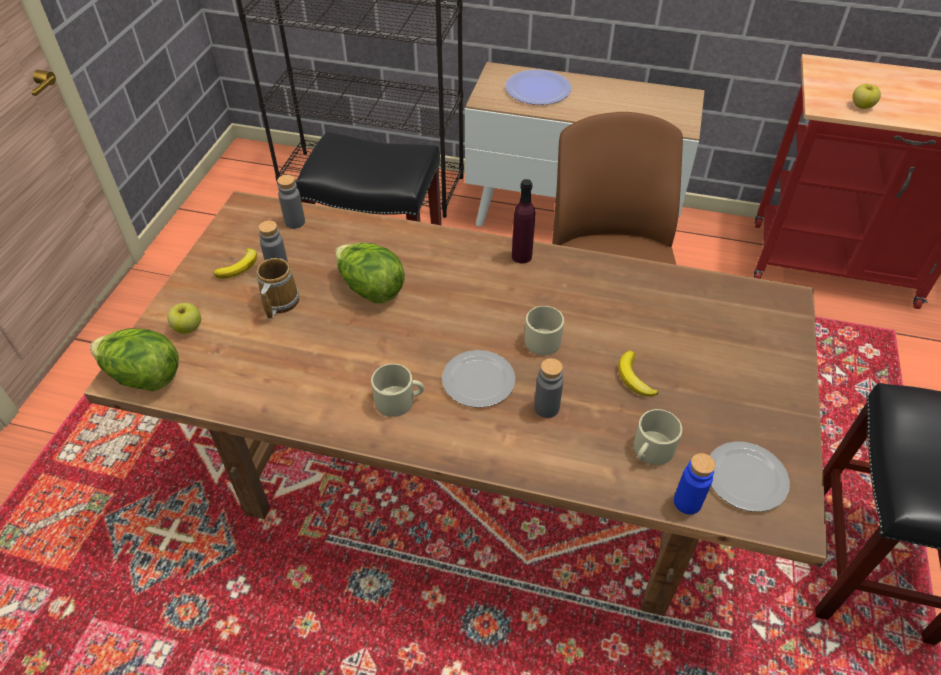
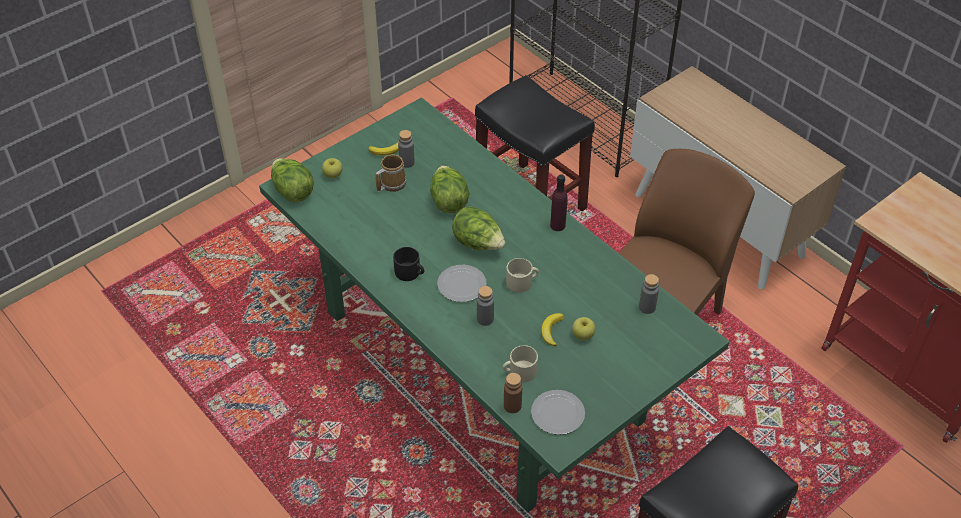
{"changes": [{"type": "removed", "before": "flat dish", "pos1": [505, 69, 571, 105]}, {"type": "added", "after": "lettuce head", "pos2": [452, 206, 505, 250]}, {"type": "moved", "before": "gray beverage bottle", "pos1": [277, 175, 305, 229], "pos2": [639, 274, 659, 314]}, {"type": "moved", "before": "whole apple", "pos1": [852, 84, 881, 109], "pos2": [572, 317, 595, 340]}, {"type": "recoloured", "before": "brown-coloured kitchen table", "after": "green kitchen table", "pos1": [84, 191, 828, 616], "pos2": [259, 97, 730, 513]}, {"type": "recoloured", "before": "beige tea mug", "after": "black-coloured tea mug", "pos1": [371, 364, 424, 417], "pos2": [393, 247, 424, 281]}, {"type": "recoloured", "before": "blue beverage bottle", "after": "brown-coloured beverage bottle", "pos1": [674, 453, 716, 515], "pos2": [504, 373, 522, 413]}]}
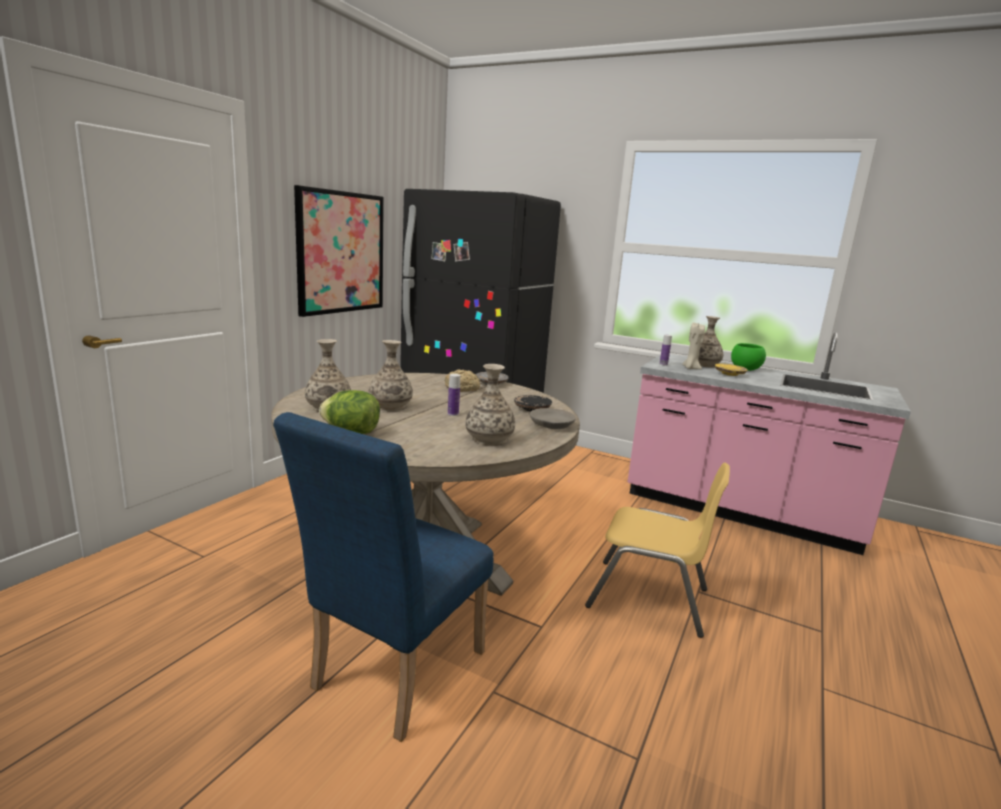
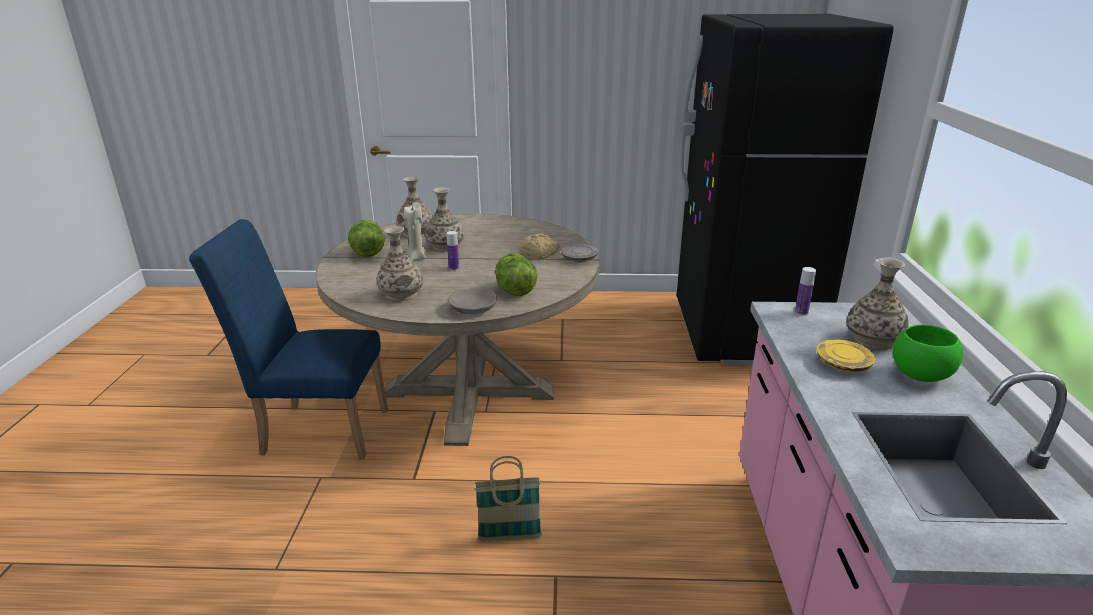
{"changes": [{"type": "removed", "before": "picture", "pos1": [294, 185, 384, 317]}, {"type": "moved", "before": "beige wax light", "pos1": [682, 323, 705, 369], "pos2": [404, 203, 426, 261]}, {"type": "replaced", "before": "black-coloured flat dish", "after": "lettuce head", "pos1": [514, 395, 552, 411], "pos2": [495, 254, 537, 296]}, {"type": "replaced", "before": "yellow plain chair", "after": "household basket", "pos1": [585, 463, 730, 638], "pos2": [474, 456, 542, 541]}]}
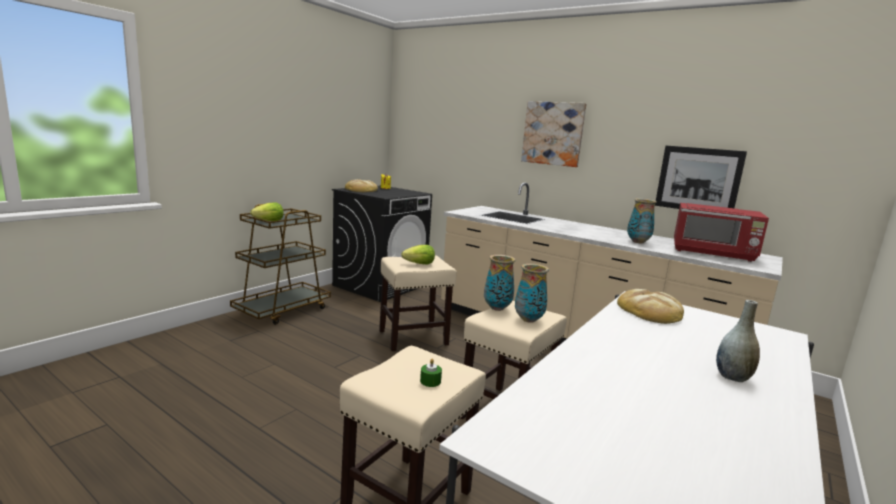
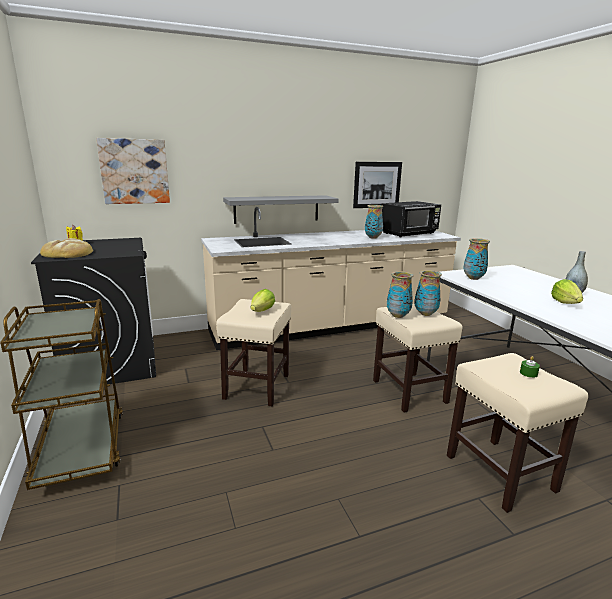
{"changes": [{"type": "added", "after": "gray shelf", "pos2": [223, 195, 339, 224]}, {"type": "moved", "before": "lettuce head", "pos1": [250, 202, 284, 221], "pos2": [551, 279, 583, 304]}, {"type": "moved", "before": "picture", "pos1": [521, 101, 586, 167], "pos2": [96, 138, 170, 204]}, {"type": "replaced", "before": "bread", "after": "vase", "pos1": [617, 289, 684, 324], "pos2": [463, 238, 490, 280]}, {"type": "recoloured", "before": "red-coloured microwave", "after": "black-coloured microwave", "pos1": [674, 203, 769, 262], "pos2": [382, 201, 441, 237]}]}
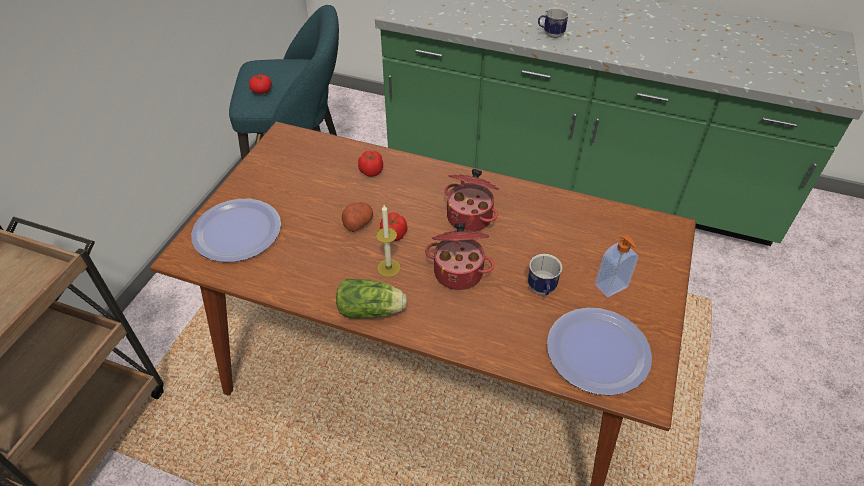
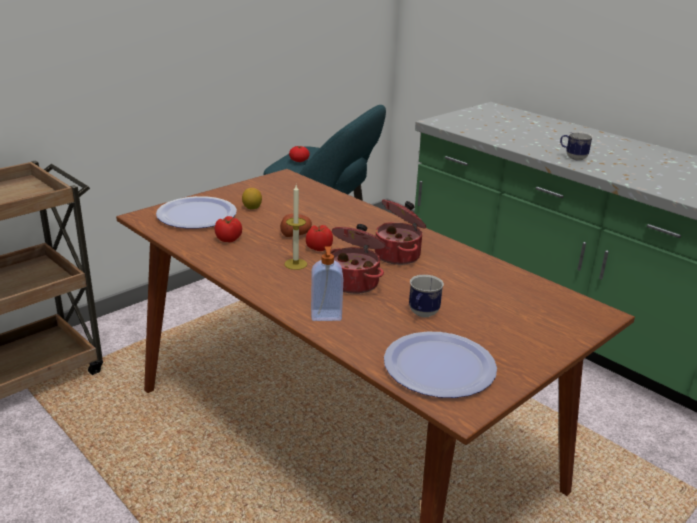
{"changes": [{"type": "removed", "before": "lettuce head", "pos1": [336, 279, 407, 318]}, {"type": "added", "after": "citrus fruit", "pos2": [242, 188, 262, 209]}, {"type": "moved", "before": "tomato", "pos1": [358, 150, 383, 177], "pos2": [214, 216, 242, 242]}, {"type": "moved", "before": "soap dispenser", "pos1": [595, 234, 639, 298], "pos2": [311, 246, 343, 321]}]}
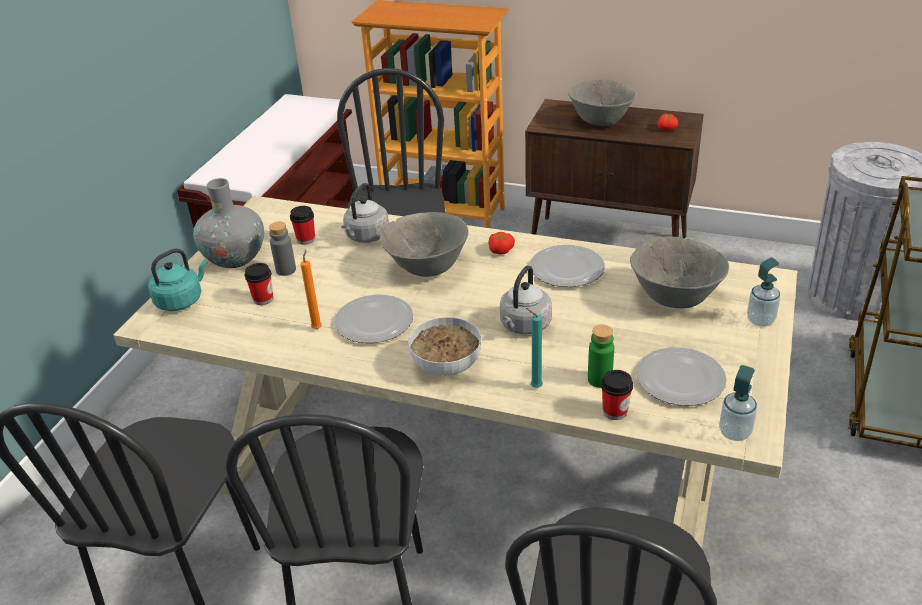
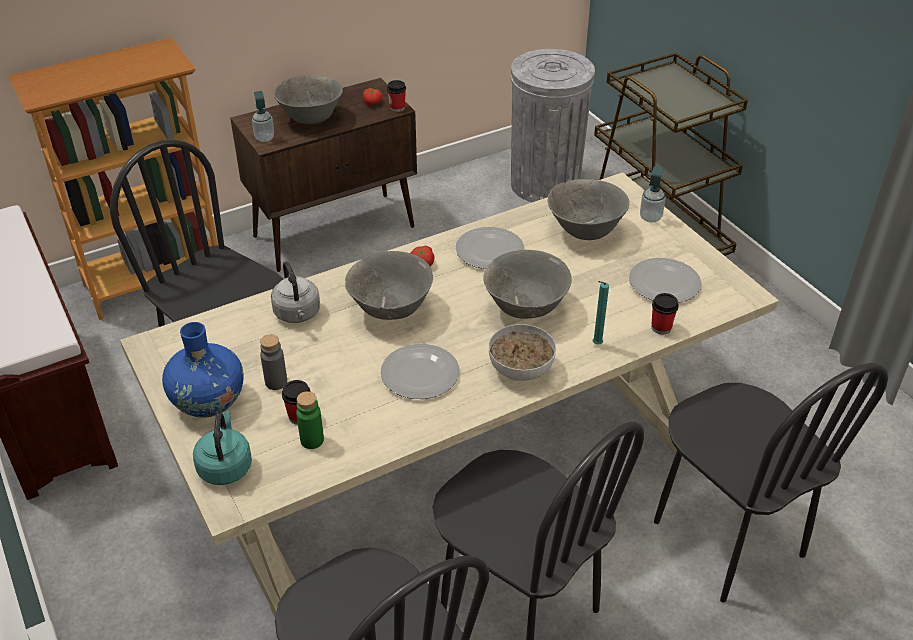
{"changes": [{"type": "removed", "before": "orange wax light", "pos1": [300, 250, 322, 329]}, {"type": "moved", "before": "small cup", "pos1": [290, 206, 315, 245], "pos2": [387, 80, 406, 112]}, {"type": "moved", "before": "green beverage bottle", "pos1": [588, 325, 614, 388], "pos2": [296, 391, 324, 449]}, {"type": "moved", "before": "soap dispenser", "pos1": [719, 365, 757, 441], "pos2": [252, 91, 274, 142]}, {"type": "replaced", "before": "gray water kettle", "after": "gray bowl", "pos1": [500, 265, 552, 334], "pos2": [483, 250, 572, 319]}, {"type": "recoloured", "before": "gray vase", "after": "blue vase", "pos1": [193, 178, 264, 268], "pos2": [162, 322, 244, 418]}]}
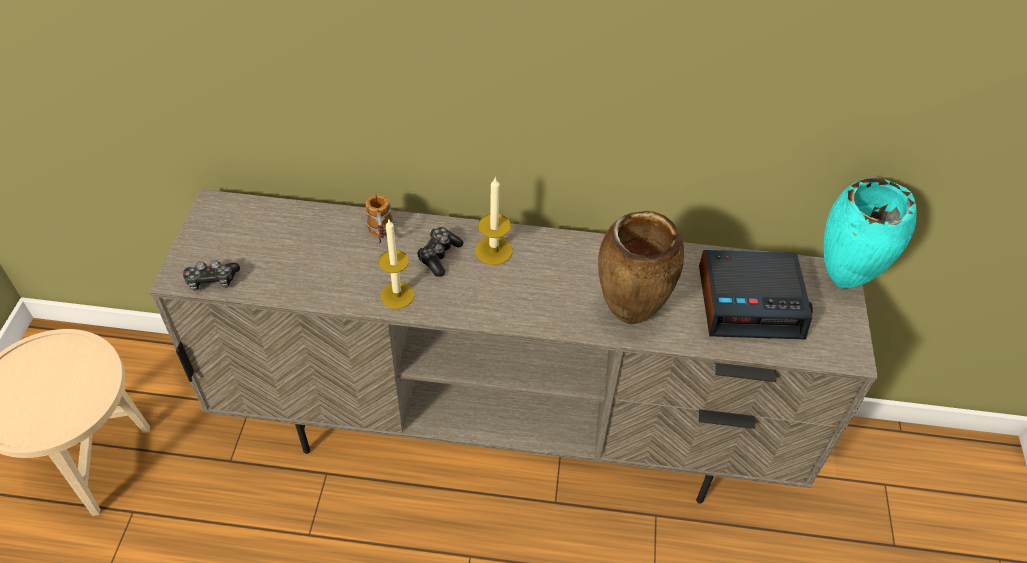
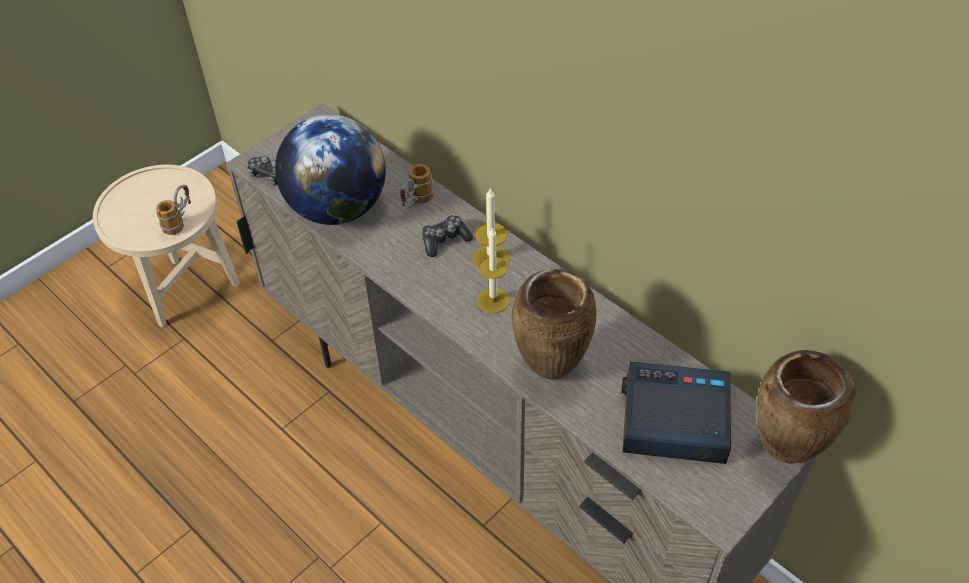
{"changes": [{"type": "added", "after": "tea mug", "pos2": [156, 185, 191, 235]}, {"type": "added", "after": "desk globe", "pos2": [275, 114, 386, 225]}, {"type": "moved", "before": "wax light", "pos1": [378, 220, 414, 309], "pos2": [477, 227, 510, 313]}, {"type": "recoloured", "before": "turquoise vase", "after": "brown-coloured vase", "pos1": [824, 178, 916, 288], "pos2": [756, 350, 856, 464]}, {"type": "turned", "before": "table clock", "pos1": [699, 250, 813, 339], "pos2": [621, 361, 731, 464], "turn": 150}]}
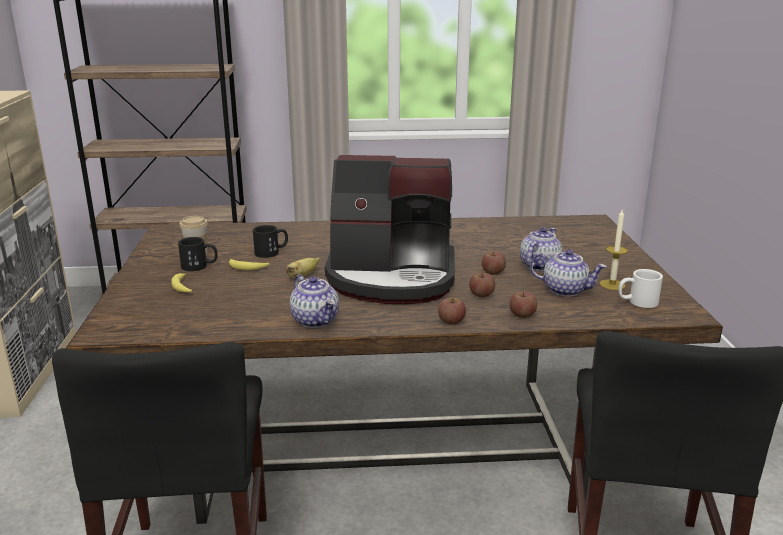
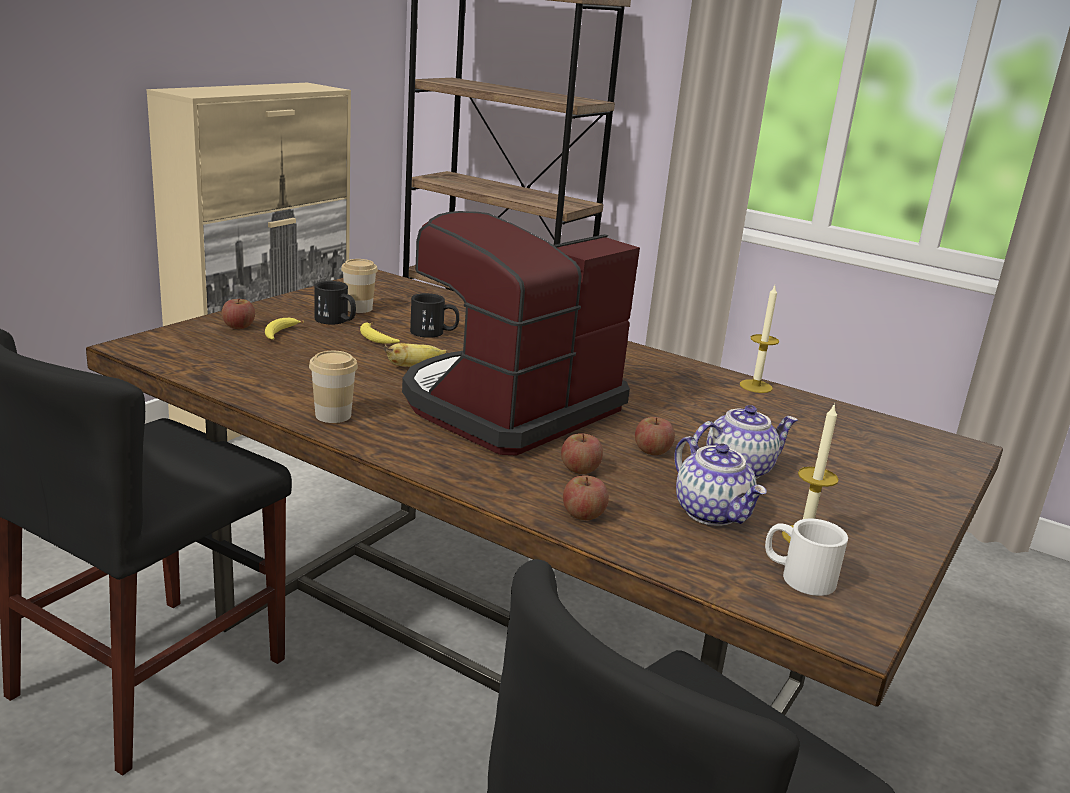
{"changes": [{"type": "added", "after": "wax light", "pos2": [740, 286, 779, 393]}, {"type": "moved", "before": "whole apple", "pos1": [438, 298, 466, 325], "pos2": [222, 299, 255, 329]}, {"type": "replaced", "before": "tea pot", "after": "small cup", "pos1": [290, 274, 339, 328], "pos2": [309, 351, 358, 423]}, {"type": "turned", "before": "coffee brewer", "pos1": [325, 155, 455, 304], "pos2": [402, 211, 640, 456], "turn": 90}]}
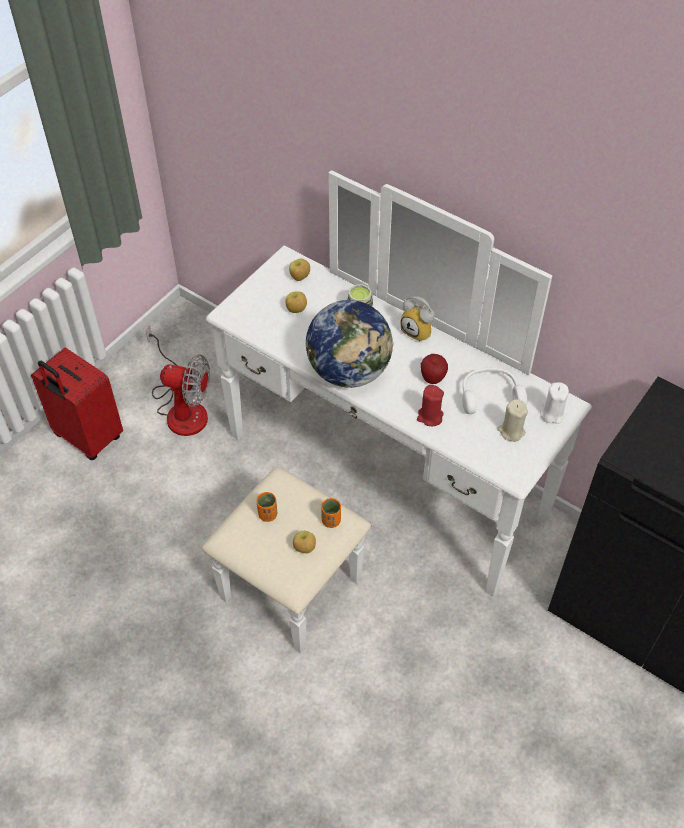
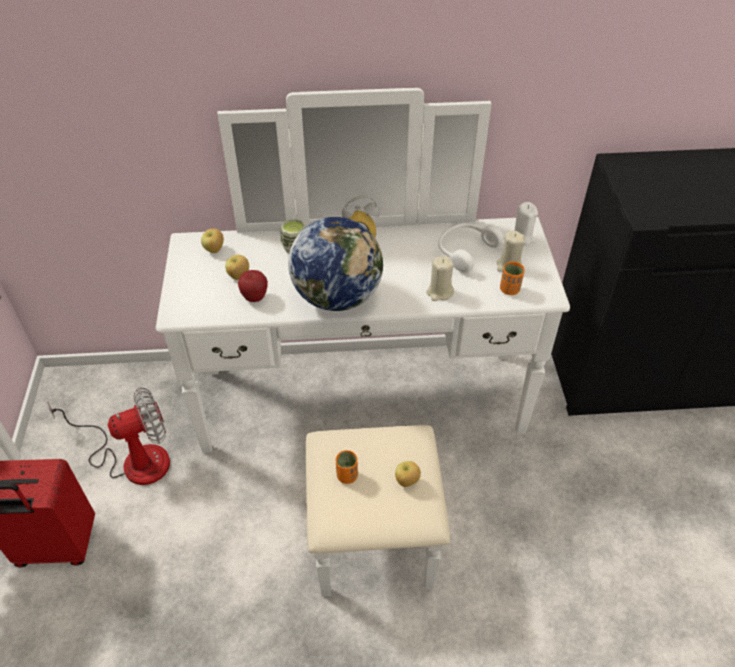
{"changes": [{"type": "moved", "before": "orange small cup", "pos1": [321, 498, 341, 528], "pos2": [500, 262, 525, 295]}, {"type": "moved", "before": "whole apple", "pos1": [421, 354, 448, 384], "pos2": [238, 270, 268, 302]}, {"type": "recoloured", "before": "red-coloured wax light", "after": "beige wax light", "pos1": [417, 385, 444, 426], "pos2": [426, 256, 454, 301]}]}
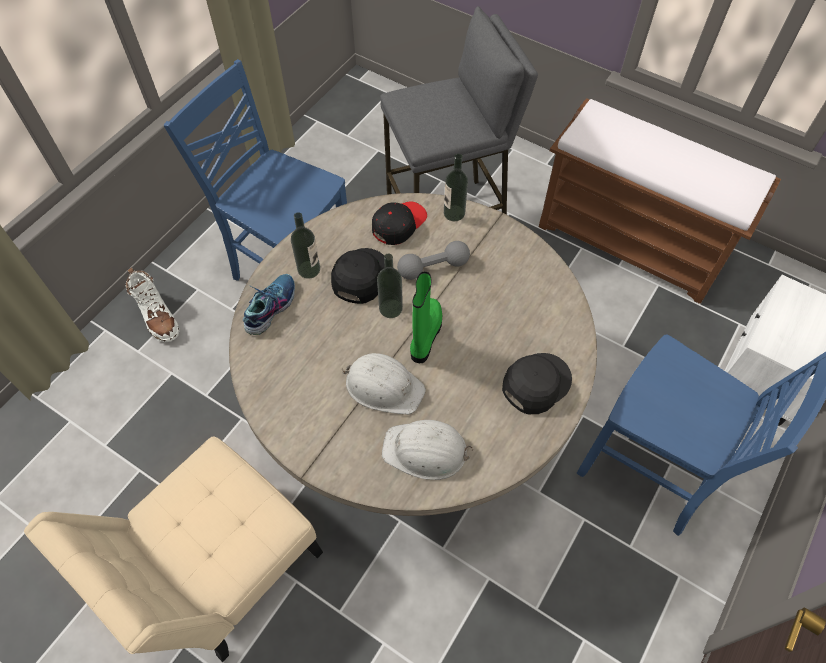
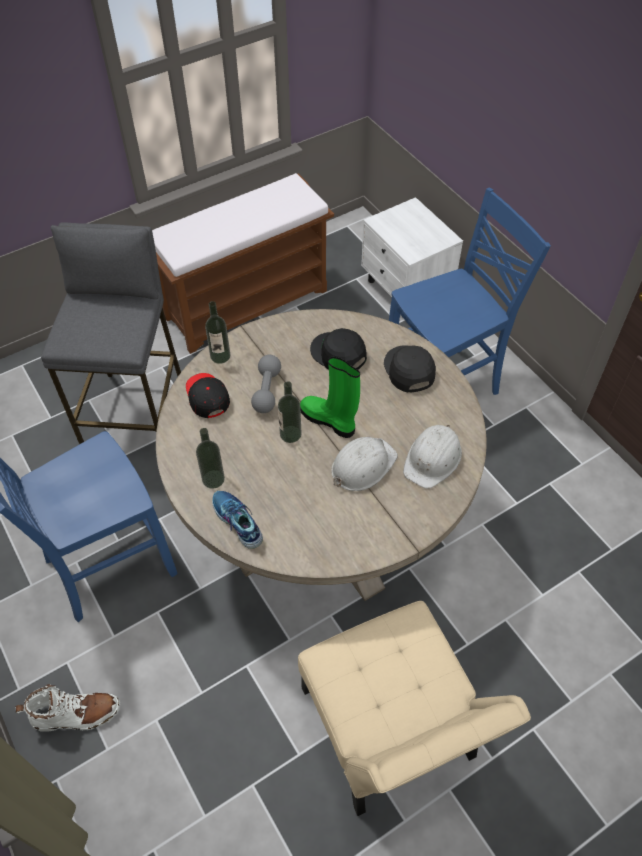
{"changes": [{"type": "moved", "before": "black-coloured baseball cap", "pos1": [331, 248, 384, 304], "pos2": [310, 328, 367, 370]}]}
